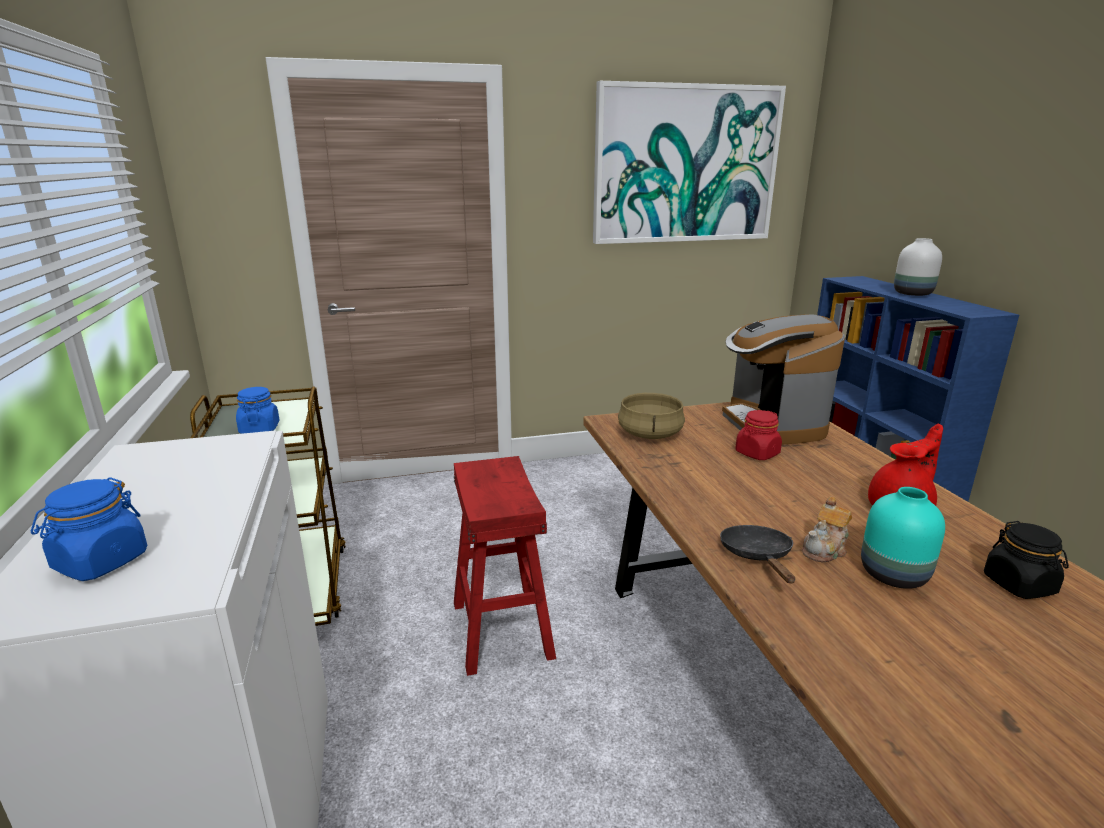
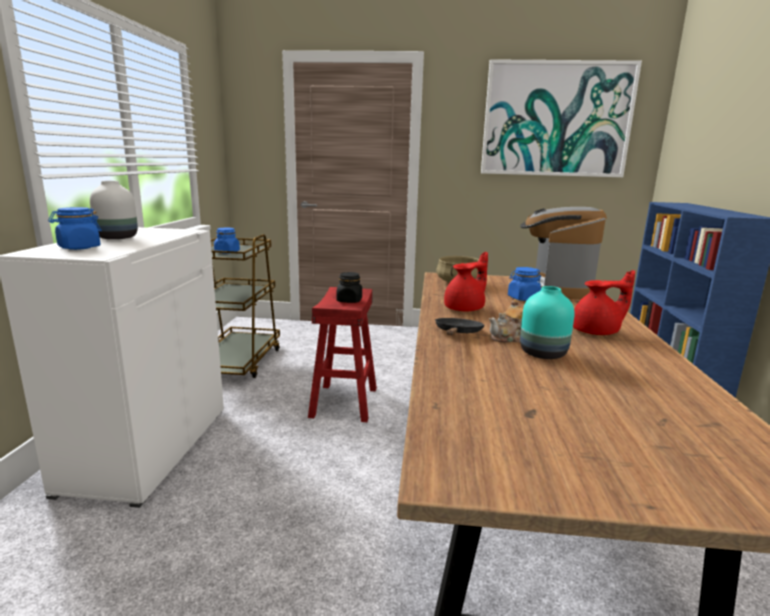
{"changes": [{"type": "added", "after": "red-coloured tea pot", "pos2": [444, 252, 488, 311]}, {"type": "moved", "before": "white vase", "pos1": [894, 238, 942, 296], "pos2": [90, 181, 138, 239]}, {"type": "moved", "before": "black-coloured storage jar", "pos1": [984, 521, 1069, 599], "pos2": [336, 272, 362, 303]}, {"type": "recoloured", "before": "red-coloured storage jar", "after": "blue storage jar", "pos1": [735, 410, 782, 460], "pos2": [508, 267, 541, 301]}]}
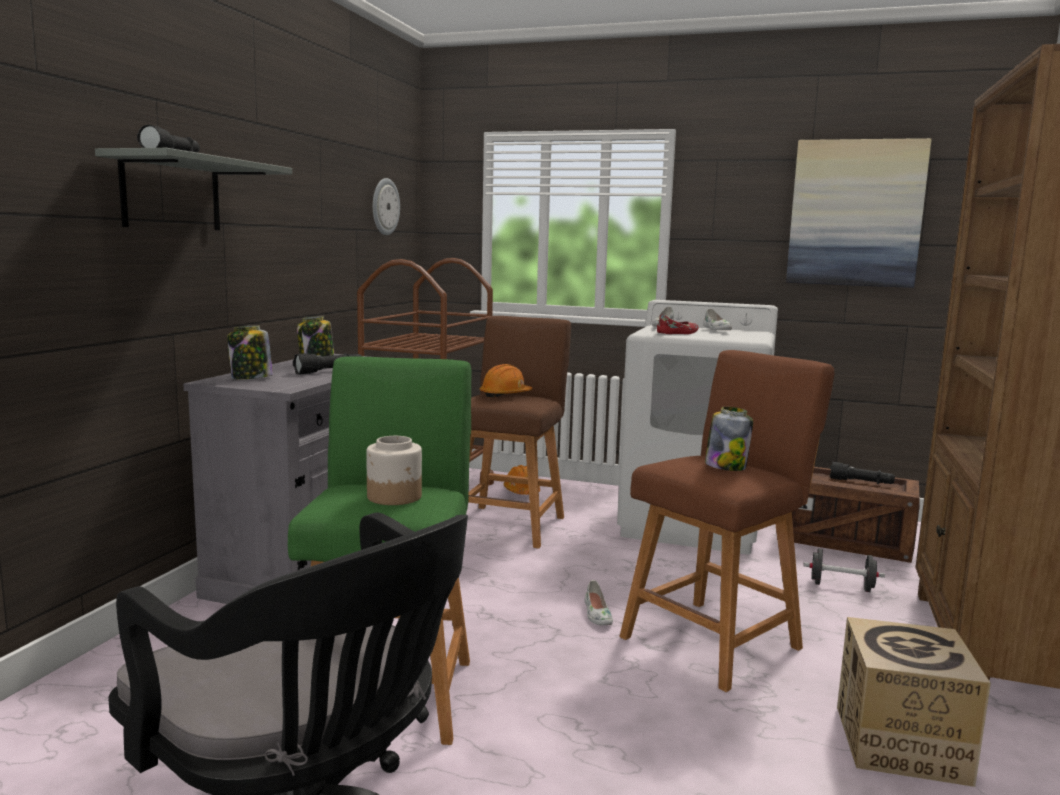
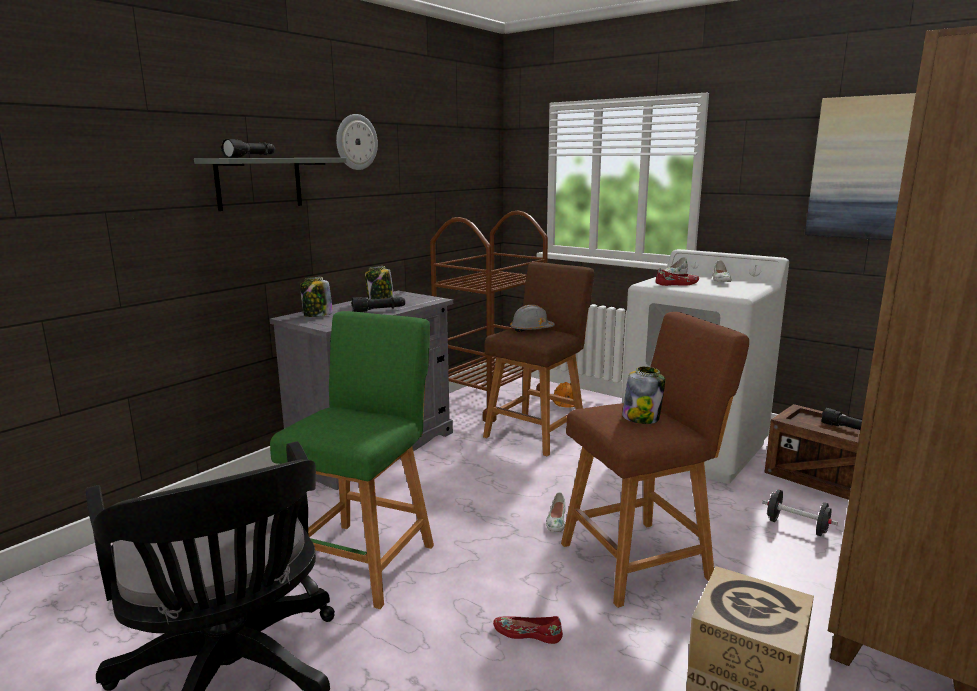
{"changes": [{"type": "removed", "before": "storage jar", "pos1": [366, 436, 422, 505]}, {"type": "added", "after": "red-coloured item of footwear", "pos2": [493, 616, 563, 644]}, {"type": "moved", "before": "hanging clock", "pos1": [373, 178, 400, 235], "pos2": [336, 114, 378, 170]}, {"type": "recoloured", "before": "orange work helmet", "after": "gray work helmet", "pos1": [480, 364, 532, 398], "pos2": [510, 305, 555, 332]}]}
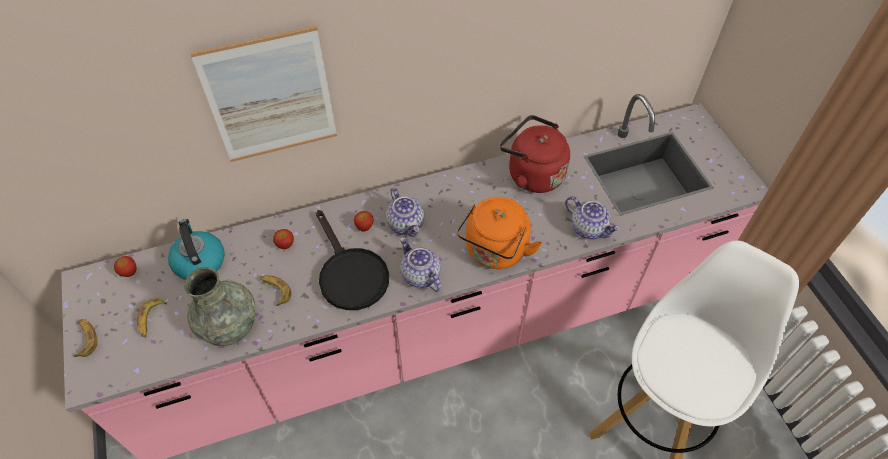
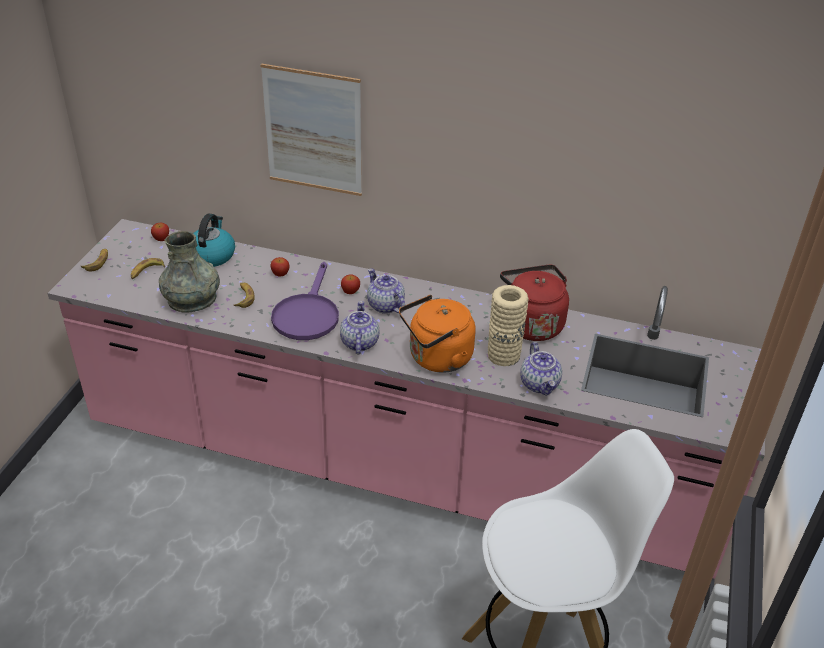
{"changes": [{"type": "added", "after": "beige vase", "pos2": [488, 285, 529, 366]}, {"type": "recoloured", "before": "black-coloured skillet", "after": "purplish skillet", "pos1": [316, 210, 389, 310], "pos2": [271, 262, 339, 340]}, {"type": "turned", "before": "tea pot", "pos1": [386, 188, 424, 237], "pos2": [367, 268, 405, 314], "turn": 135}]}
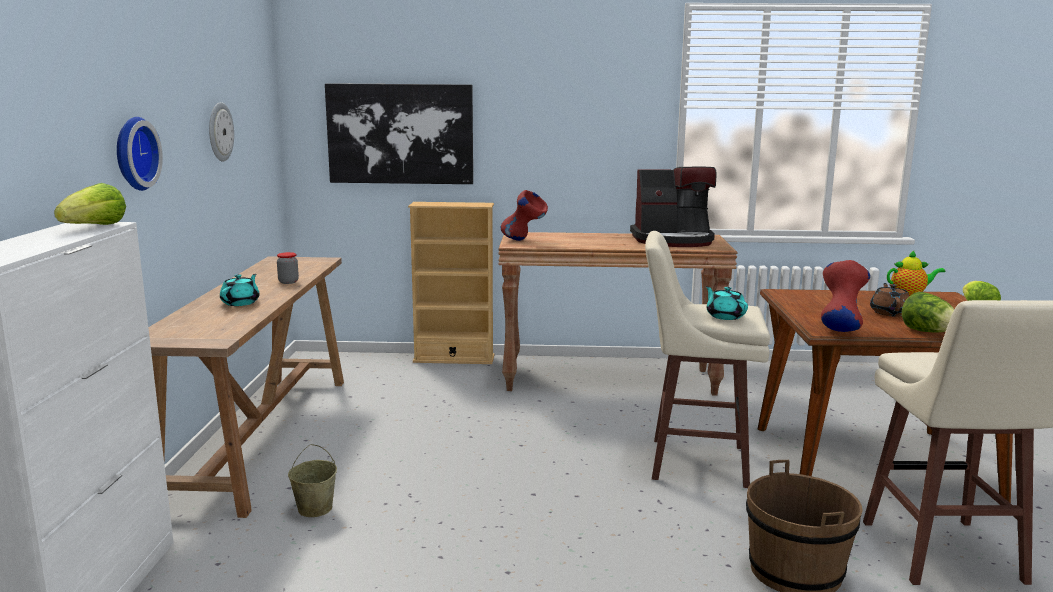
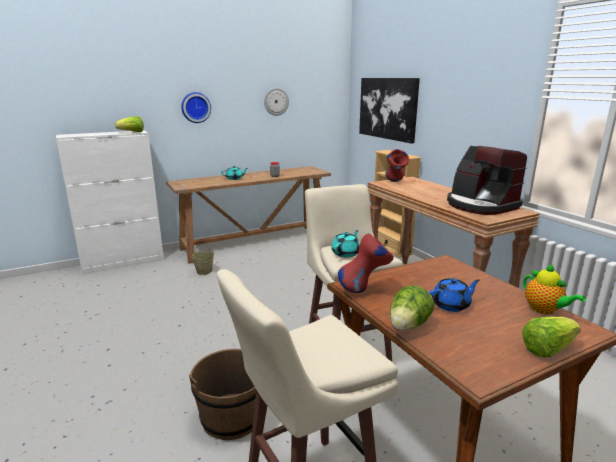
{"changes": [{"type": "recoloured", "before": "brown-coloured tea pot", "after": "blue tea pot", "pos1": [870, 283, 909, 317], "pos2": [429, 278, 480, 312]}]}
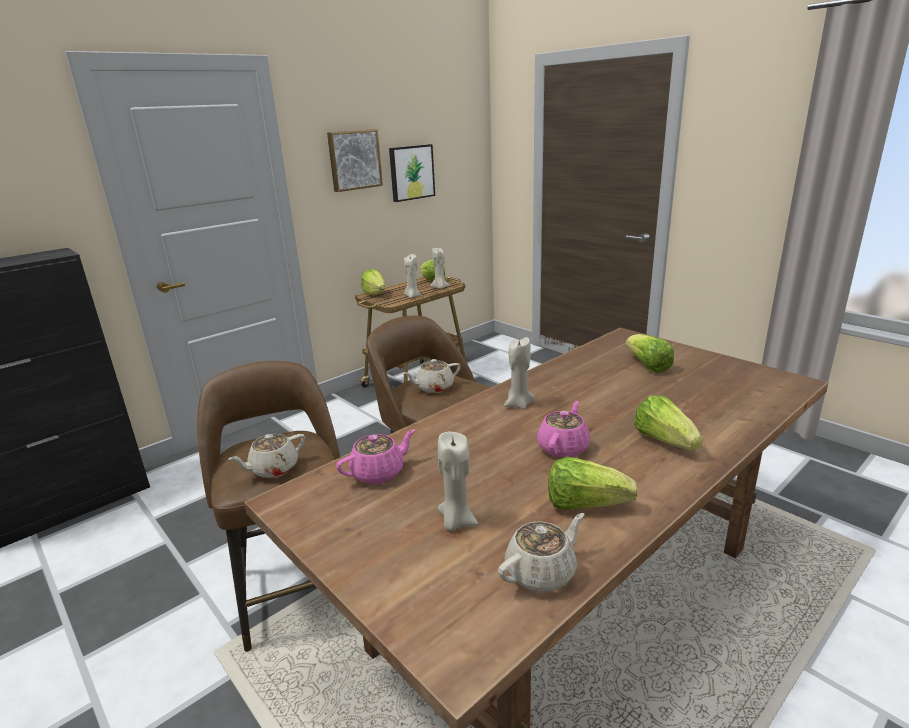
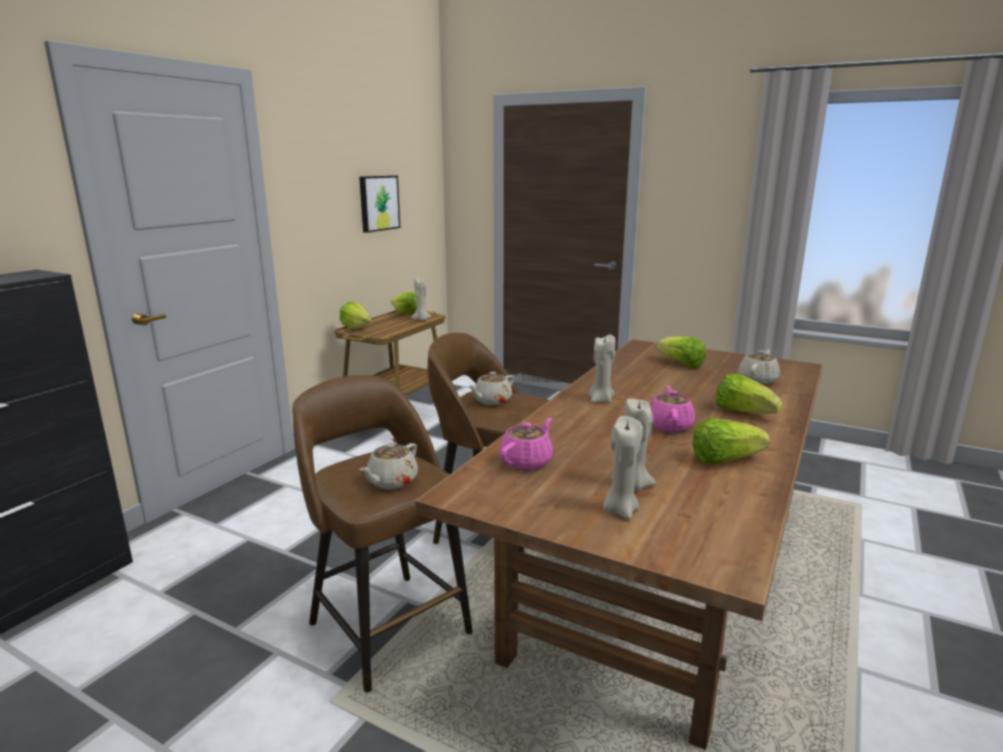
{"changes": [{"type": "removed", "before": "picture", "pos1": [327, 129, 383, 192]}, {"type": "moved", "before": "beige wax light", "pos1": [404, 254, 420, 298], "pos2": [603, 416, 643, 519]}, {"type": "moved", "before": "beige tea pot", "pos1": [498, 513, 584, 592], "pos2": [738, 349, 780, 384]}]}
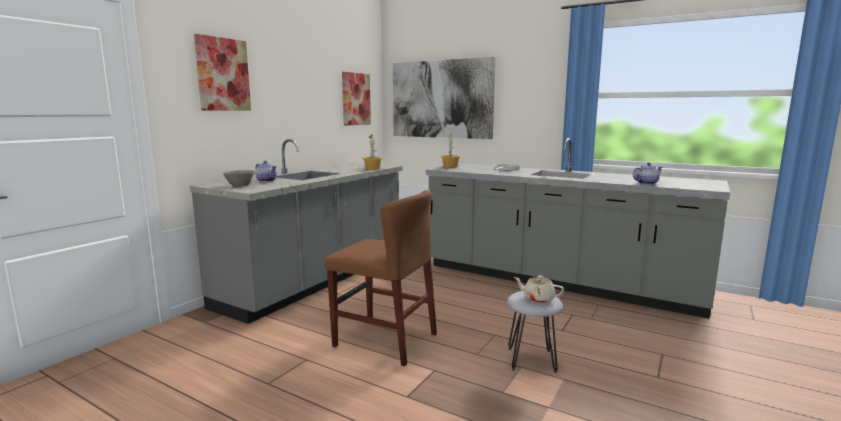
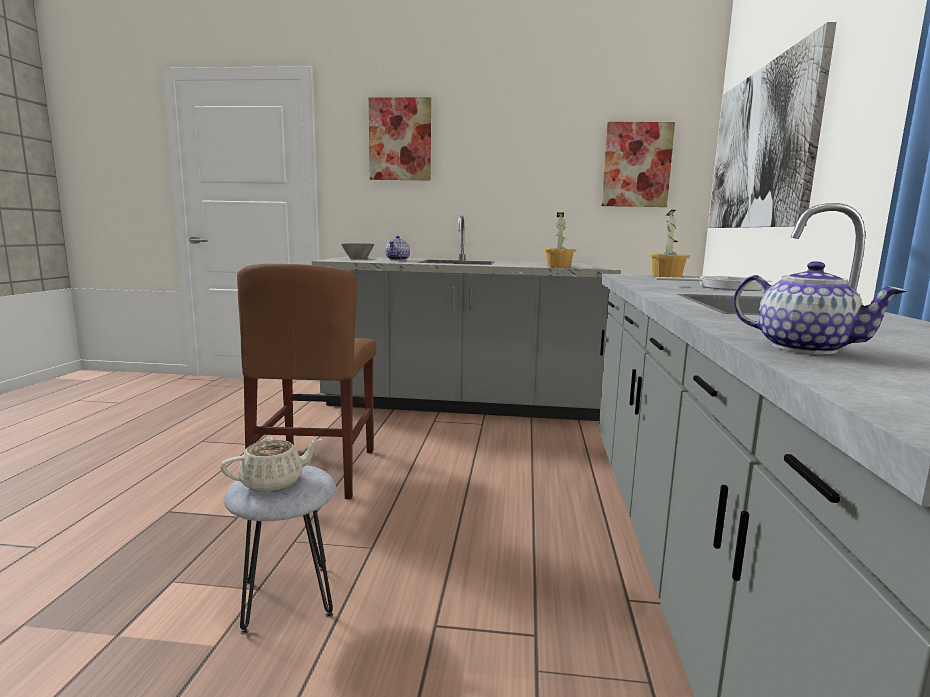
{"changes": [{"type": "turned", "before": "beige tea pot", "pos1": [514, 276, 564, 303], "pos2": [220, 437, 322, 492], "turn": 60}]}
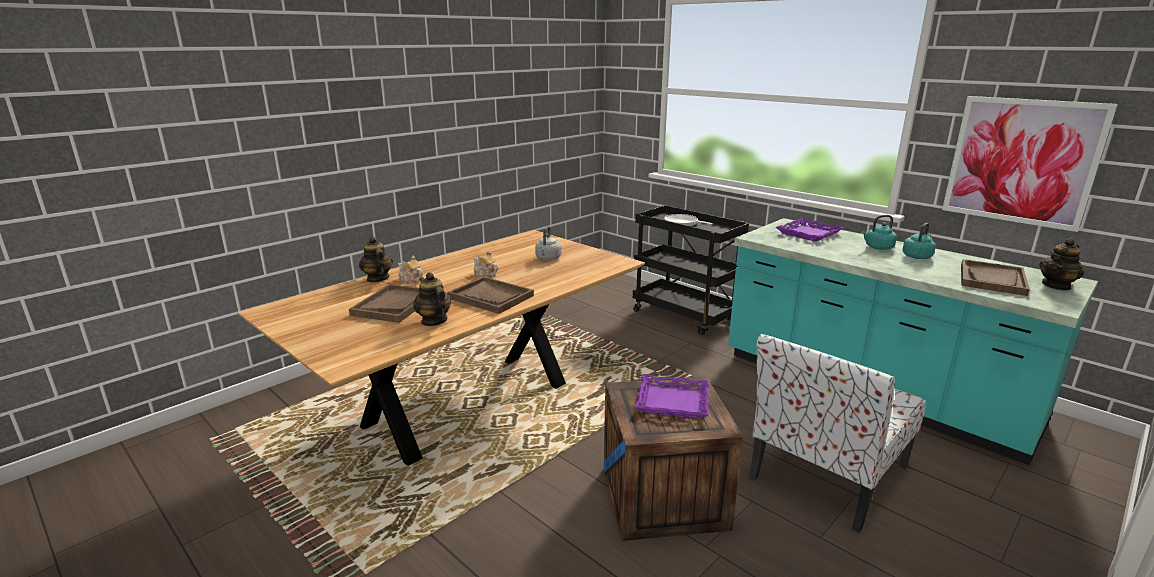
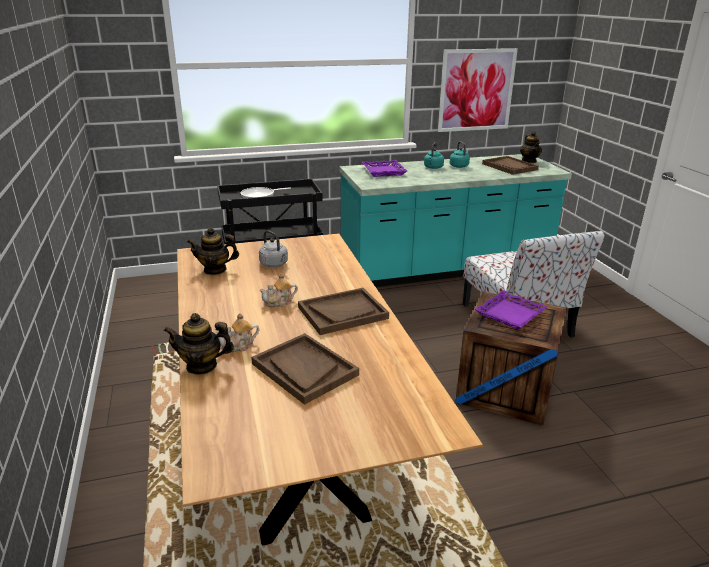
{"changes": [{"type": "moved", "before": "tea pot", "pos1": [413, 272, 452, 326], "pos2": [187, 228, 239, 275]}]}
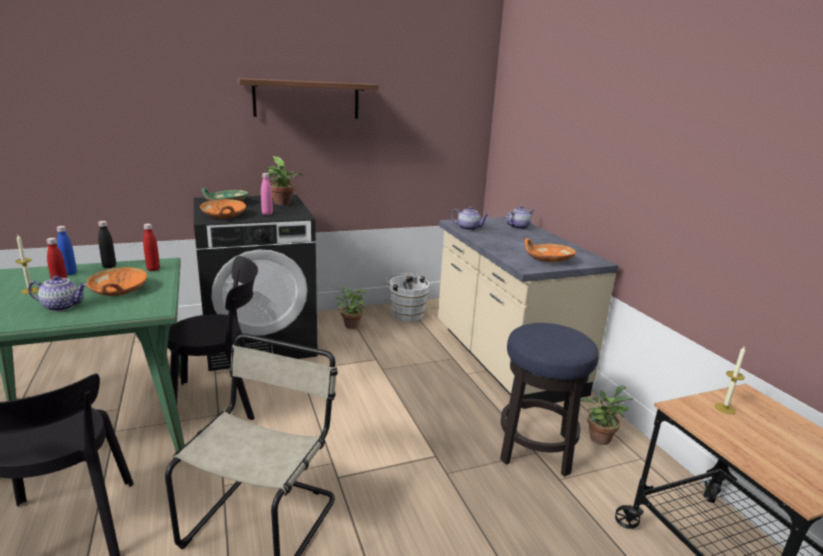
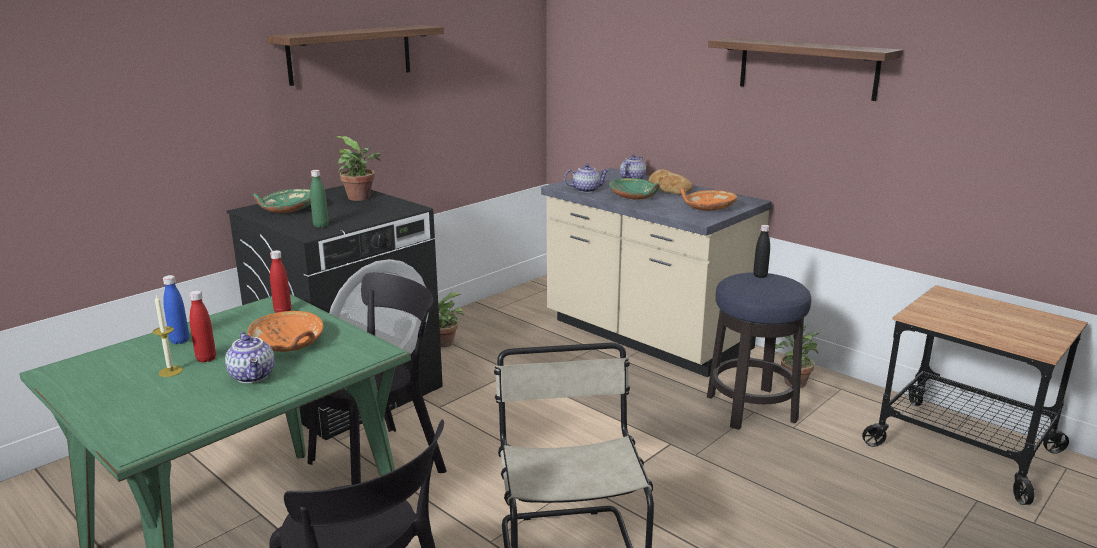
{"changes": [{"type": "removed", "before": "pink beverage bottle", "pos1": [261, 173, 273, 215]}, {"type": "removed", "before": "white water bucket", "pos1": [386, 273, 429, 322]}, {"type": "removed", "before": "wax light", "pos1": [715, 347, 745, 414]}, {"type": "added", "after": "green bowl", "pos2": [609, 178, 660, 200]}, {"type": "added", "after": "bread", "pos2": [648, 169, 693, 194]}, {"type": "added", "after": "shelf", "pos2": [708, 38, 903, 101]}, {"type": "moved", "before": "black-coloured beverage bottle", "pos1": [98, 221, 116, 268], "pos2": [753, 225, 770, 278]}, {"type": "replaced", "before": "orange bowl", "after": "green beverage bottle", "pos1": [200, 199, 246, 219], "pos2": [310, 170, 329, 228]}, {"type": "turned", "before": "tea pot", "pos1": [28, 275, 87, 312], "pos2": [225, 332, 275, 383], "turn": 90}]}
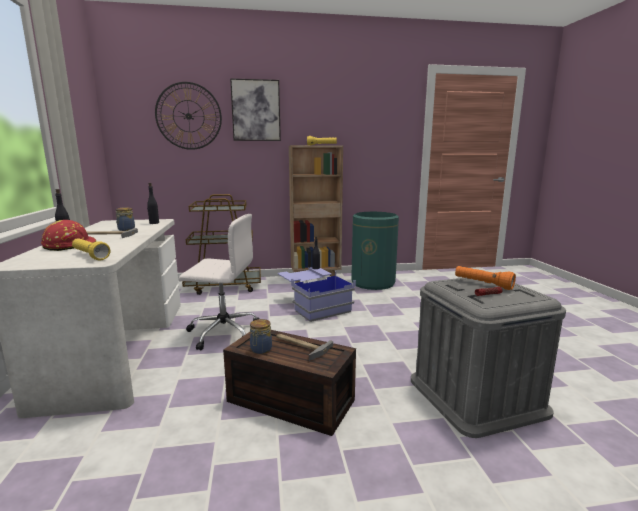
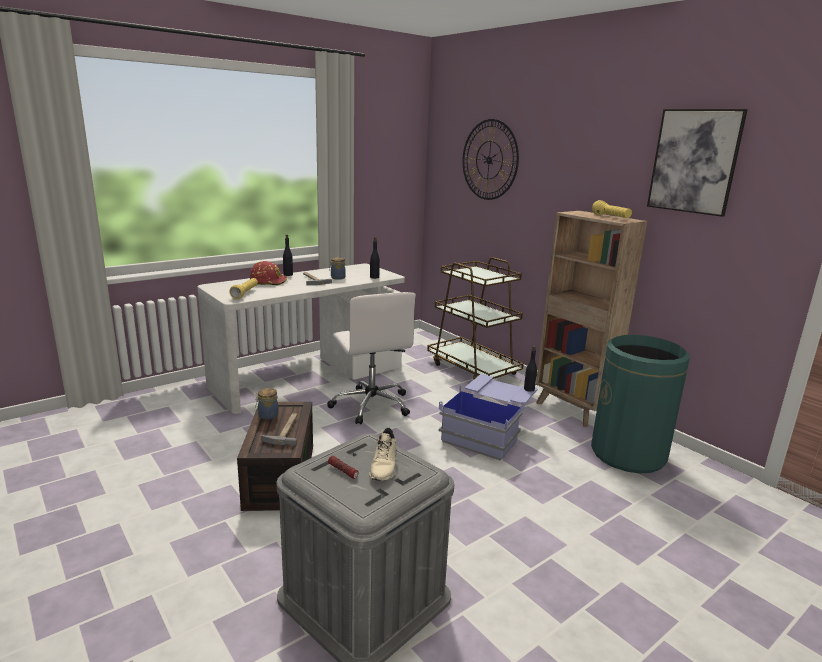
{"changes": [{"type": "moved", "before": "picture", "pos1": [230, 78, 281, 141], "pos2": [647, 109, 748, 217]}, {"type": "replaced", "before": "orange torch", "after": "beige item of footwear", "pos1": [455, 266, 516, 290], "pos2": [369, 428, 397, 481]}]}
